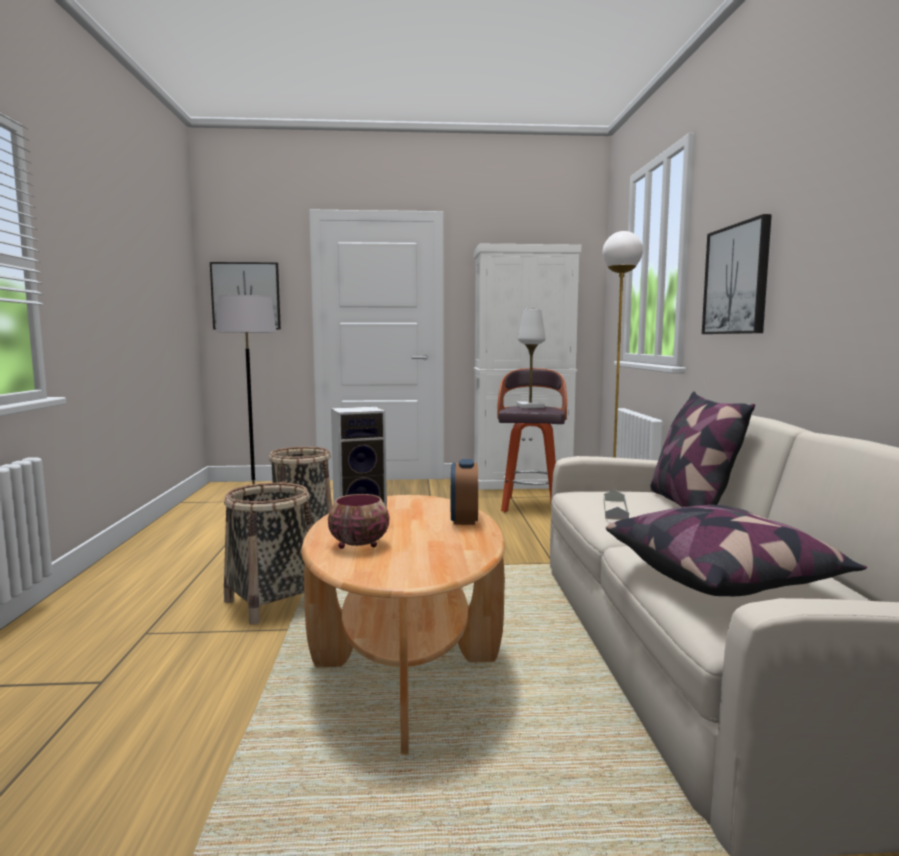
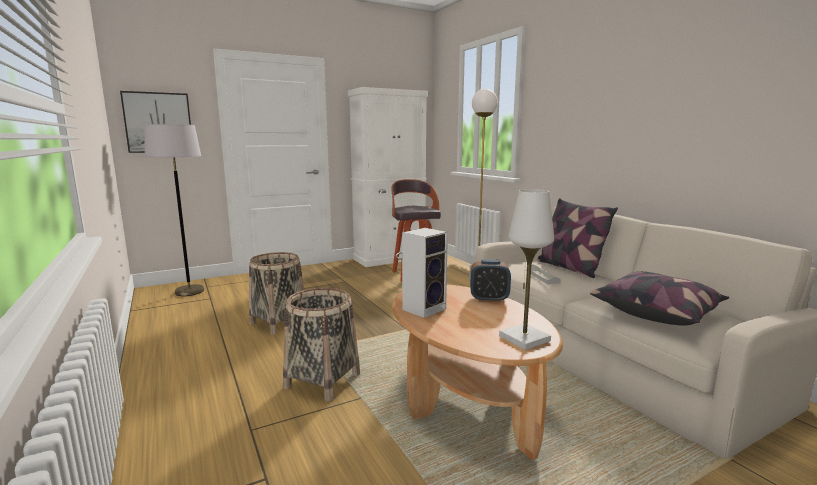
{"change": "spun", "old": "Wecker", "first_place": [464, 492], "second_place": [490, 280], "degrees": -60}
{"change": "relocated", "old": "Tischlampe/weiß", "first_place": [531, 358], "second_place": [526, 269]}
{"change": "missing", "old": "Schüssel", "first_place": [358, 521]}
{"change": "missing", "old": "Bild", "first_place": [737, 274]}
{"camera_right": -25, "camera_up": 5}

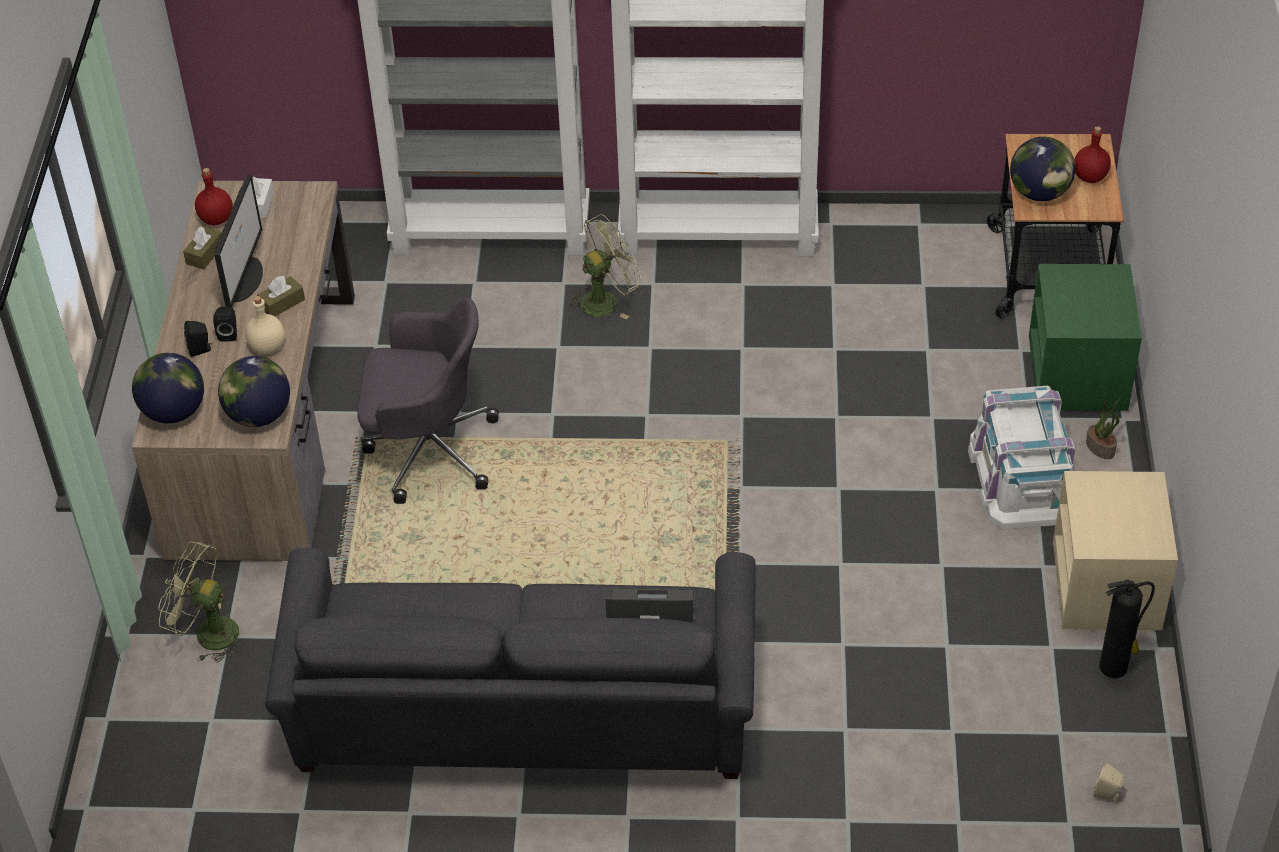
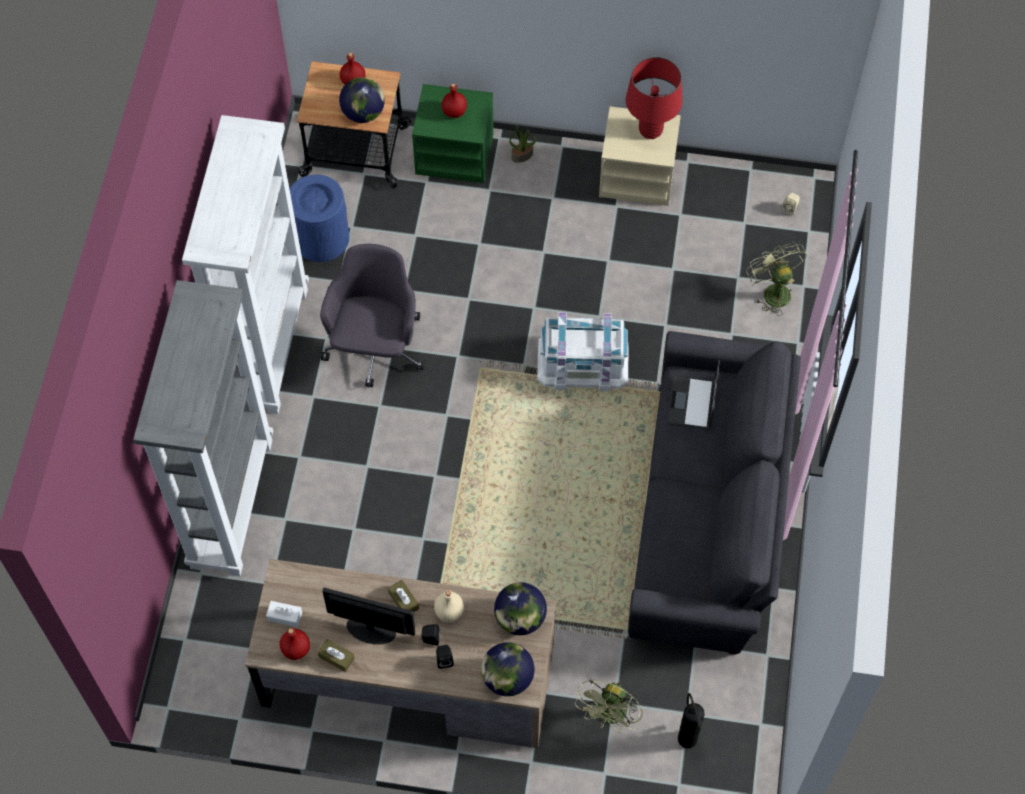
{"change": "appeared", "new": "Mülleimer/blau", "second_place": [319, 218]}
{"change": "relocated", "old": "Bürostuhl/grau", "first_place": [428, 400], "second_place": [372, 315]}
{"change": "appeared", "new": "Flasche/rot", "second_place": [454, 100]}
{"change": "relocated", "old": "Aufbewahrungsbox/weiß", "first_place": [1022, 458], "second_place": [582, 351]}
{"change": "appeared", "new": "Tischlampe/rot", "second_place": [654, 98]}
{"change": "relocated", "old": "Feuerlöscher", "first_place": [1127, 628], "second_place": [691, 720]}
{"change": "relocated", "old": "Ventilator/grün", "first_place": [605, 266], "second_place": [776, 279]}
{"camera_right": -85, "camera_up": 15}

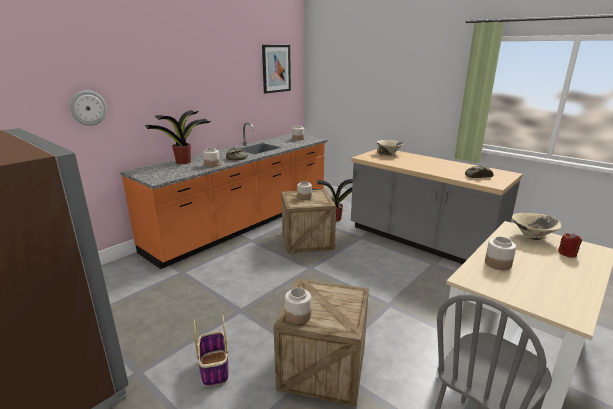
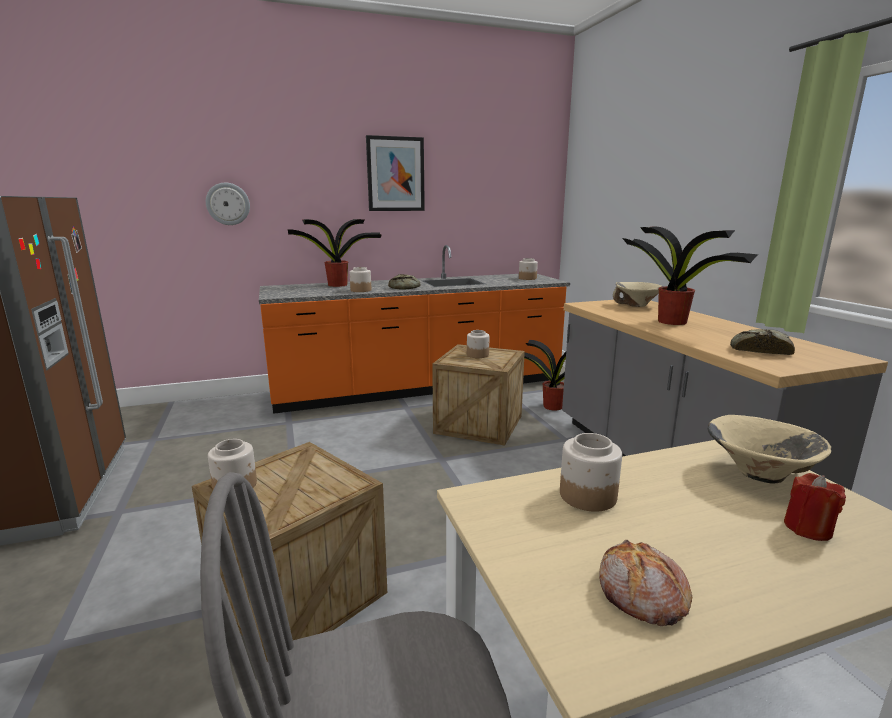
{"change": "relocated", "old": "Bild", "first_place": [276, 69], "second_place": [395, 173]}
{"change": "appeared", "new": "Brot", "second_place": [645, 583]}
{"change": "appeared", "new": "Topfpflanze", "second_place": [690, 275]}
{"change": "missing", "old": "Korb", "first_place": [211, 351]}
{"camera_right": 30, "camera_up": -5}

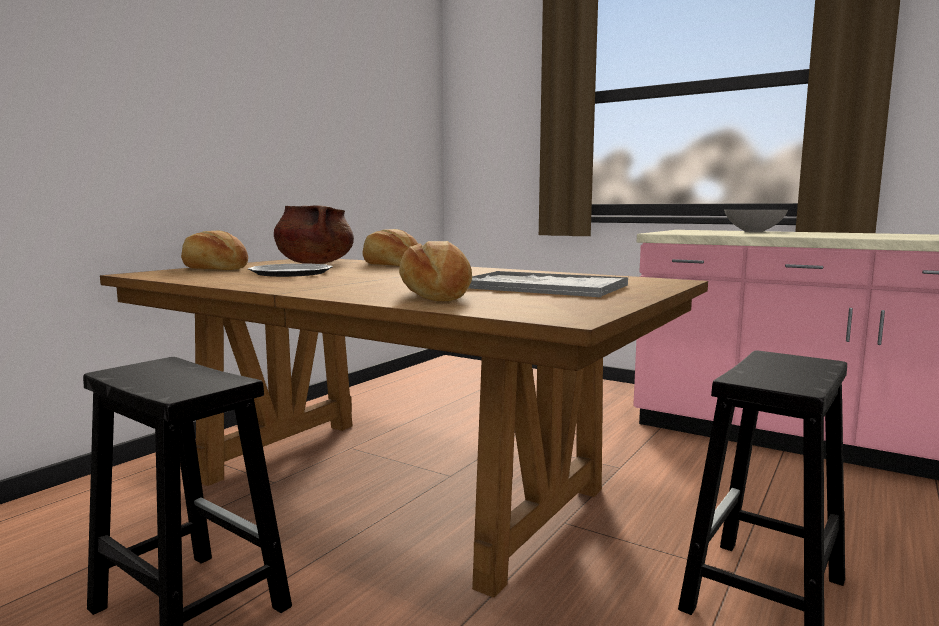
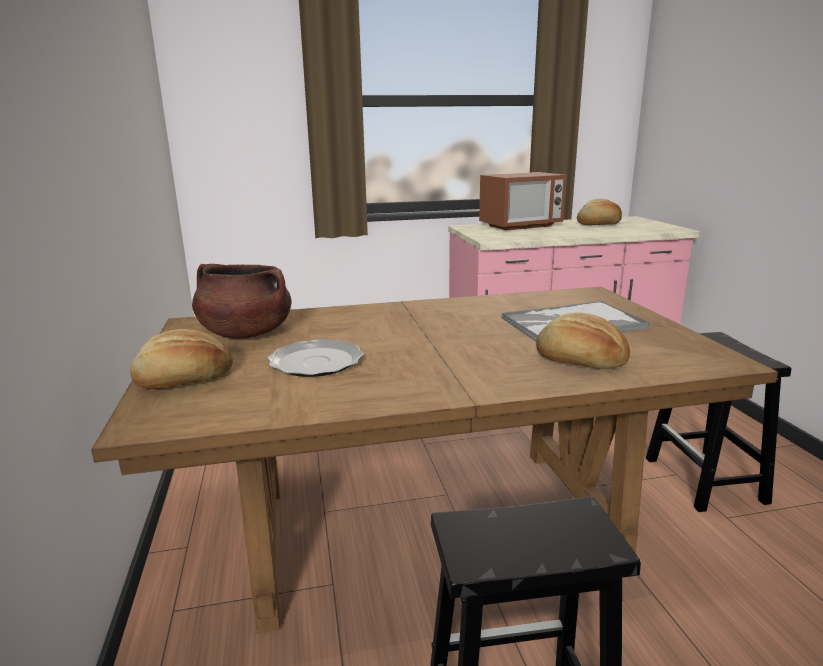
{"change": "exchanged", "old": "Schüssel/grau", "new": "Mikrowelle", "first_place": [756, 221], "second_place": [523, 201]}
{"change": "relocated", "old": "Brot", "first_place": [390, 247], "second_place": [599, 212]}
{"camera_right": -45, "camera_up": 10}

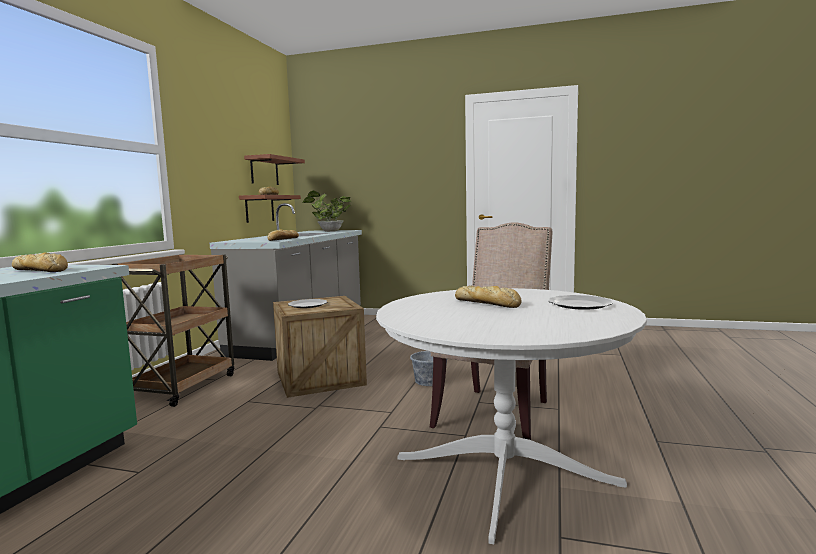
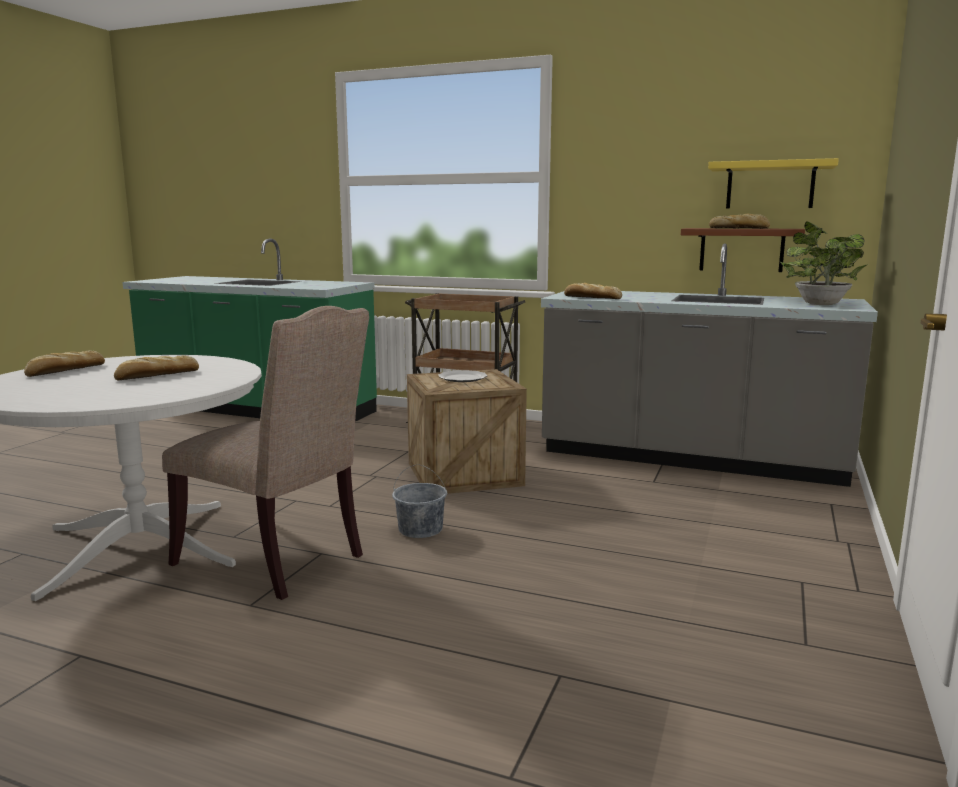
{"change": "relocated", "old": "Brot", "first_place": [40, 262], "second_place": [64, 363]}
{"change": "colour", "old": "Wandregal/braun", "new": "Wandregal/gelb", "first_place": [274, 169], "second_place": [773, 183]}
{"change": "missing", "old": "Teller", "first_place": [581, 302]}
{"camera_right": 95, "camera_up": 5}

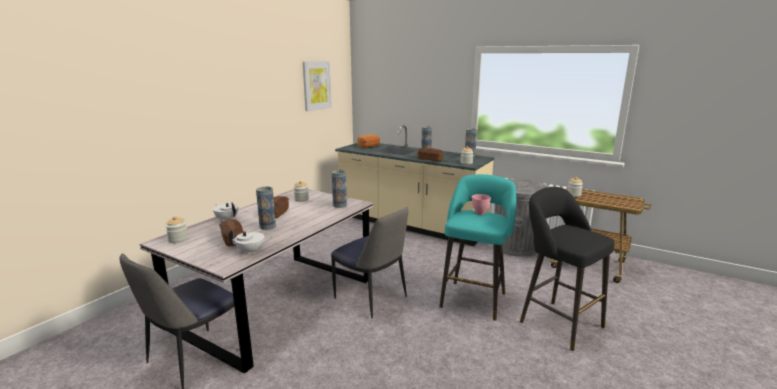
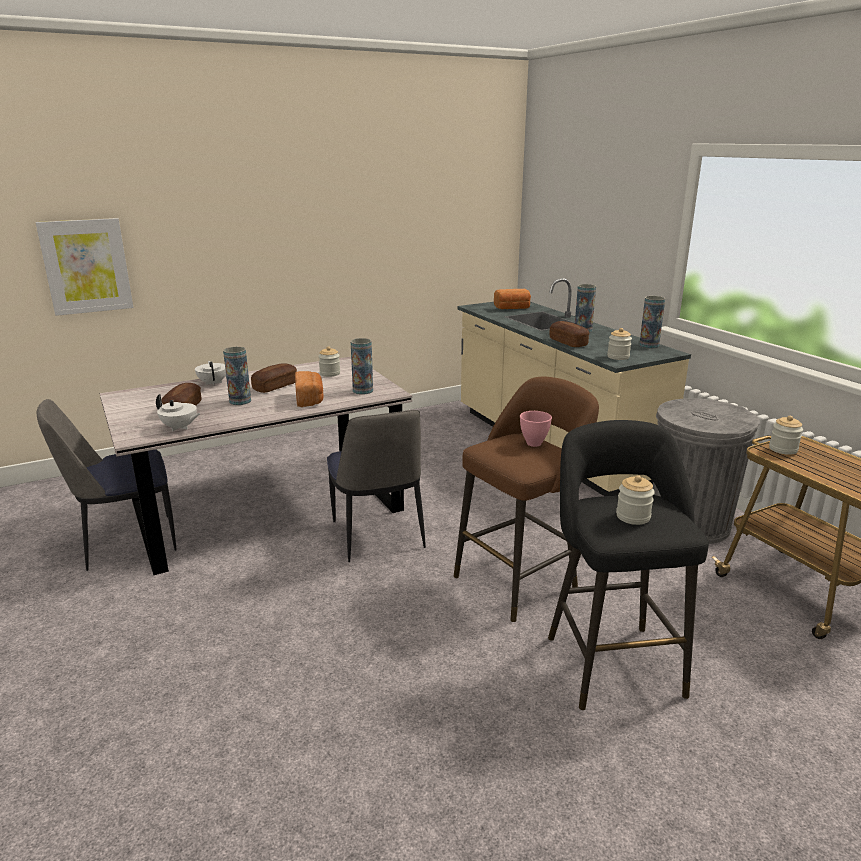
{"change": "relocated", "old": "Bild", "first_place": [317, 86], "second_place": [85, 267]}
{"change": "appeared", "new": "Brot", "second_place": [309, 389]}
{"change": "colour", "old": "Hocker/türkis", "new": "Hocker/braun", "first_place": [477, 247], "second_place": [526, 499]}
{"change": "relocated", "old": "Vorratsglas", "first_place": [177, 229], "second_place": [635, 500]}
{"camera_right": 30, "camera_up": 5}

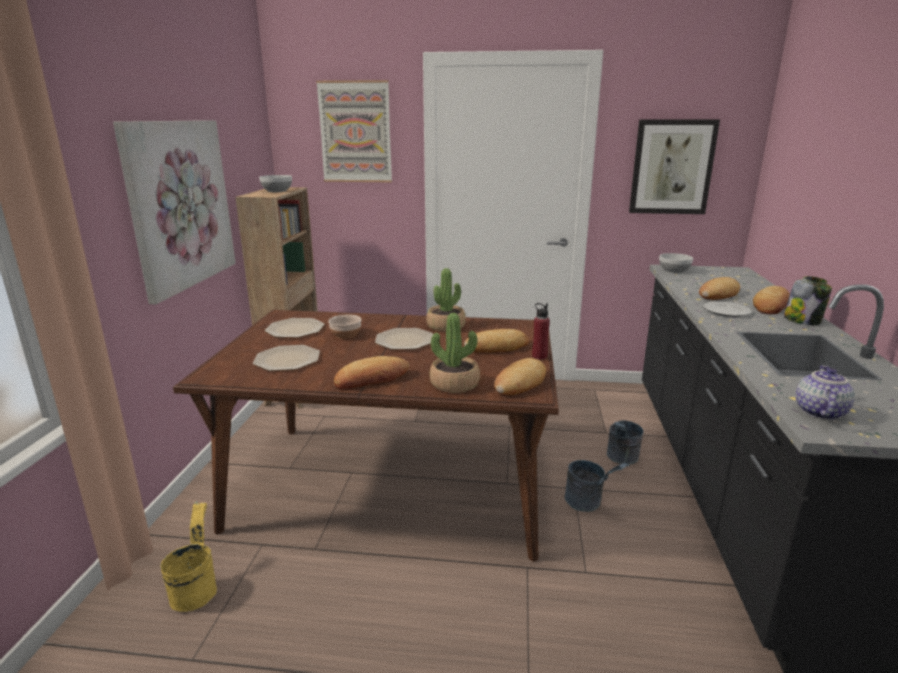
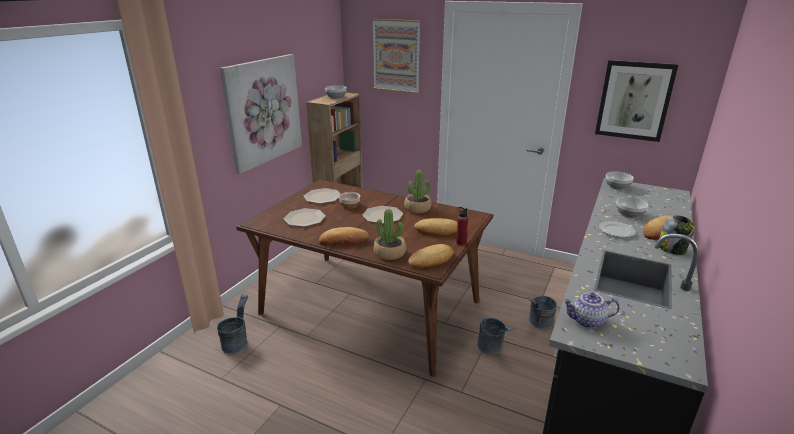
{"change": "colour", "old": "Eimer/gelb", "new": "Eimer/grau", "first_place": [188, 556], "second_place": [232, 323]}
{"change": "spun", "old": "Teekanne", "first_place": [825, 392], "second_place": [591, 310], "degrees": -135}
{"change": "exchanged", "old": "Brot", "new": "Schüssel", "first_place": [719, 288], "second_place": [632, 207]}
{"camera_right": 20, "camera_up": 5}

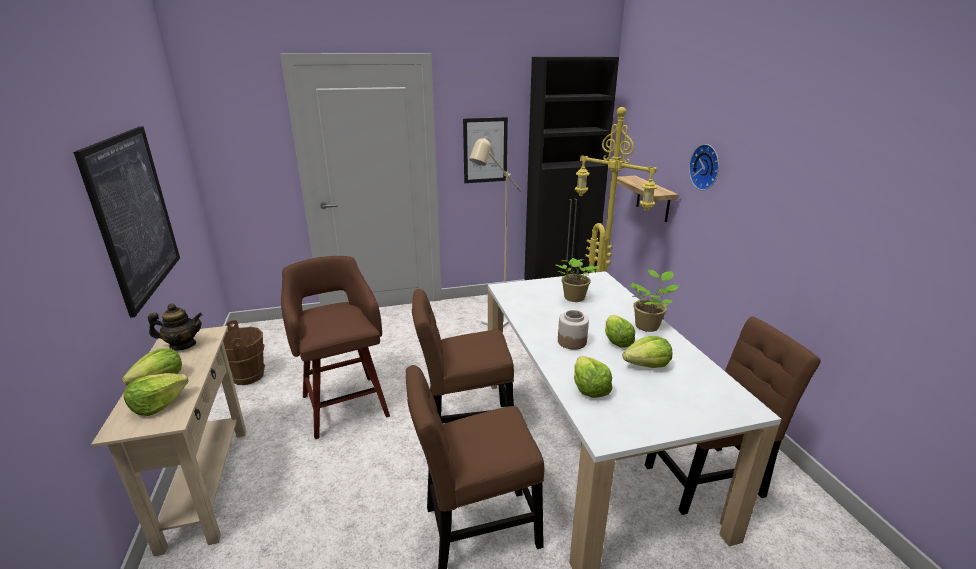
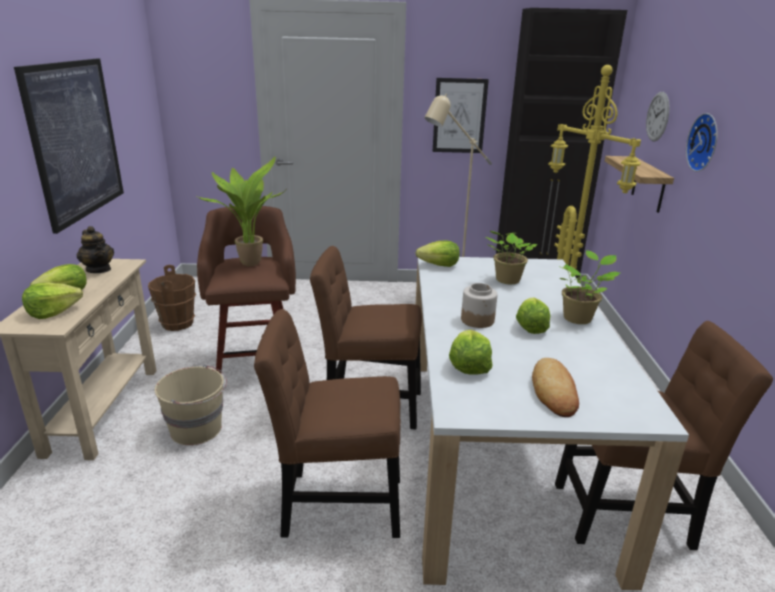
{"change": "spun", "old": "Teekanne", "first_place": [175, 327], "second_place": [95, 249], "degrees": 45}
{"change": "appeared", "new": "Eimer/beige", "second_place": [191, 405]}
{"change": "appeared", "new": "Topfpflanze", "second_place": [240, 211]}
{"change": "relocated", "old": "Salatkopf", "first_place": [647, 352], "second_place": [438, 254]}
{"change": "appeared", "new": "Brot", "second_place": [555, 387]}
{"change": "appeared", "new": "Wanduhr", "second_place": [658, 116]}
{"camera_right": 15, "camera_up": 0}

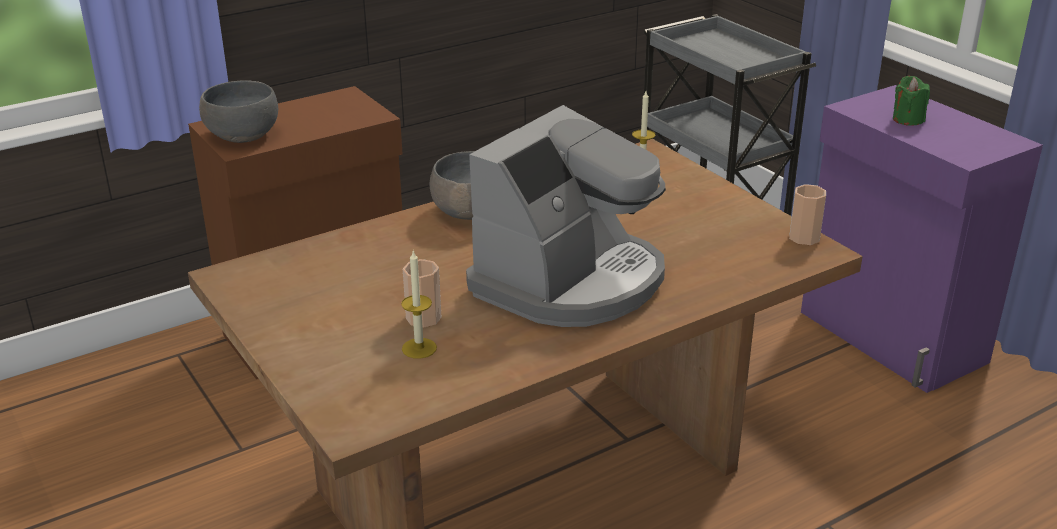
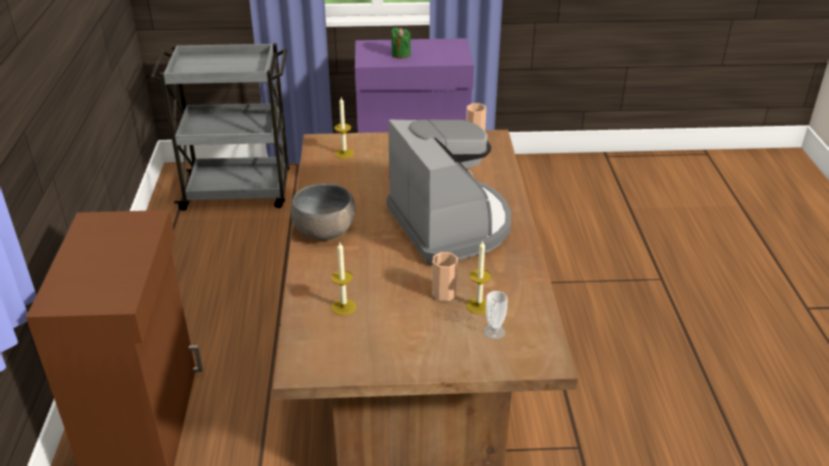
{"change": "appeared", "new": "Kerze", "second_place": [344, 279]}
{"change": "appeared", "new": "Tasse", "second_place": [495, 315]}
{"change": "missing", "old": "Schüssel/grau", "first_place": [238, 111]}
{"camera_right": -60, "camera_up": 5}

